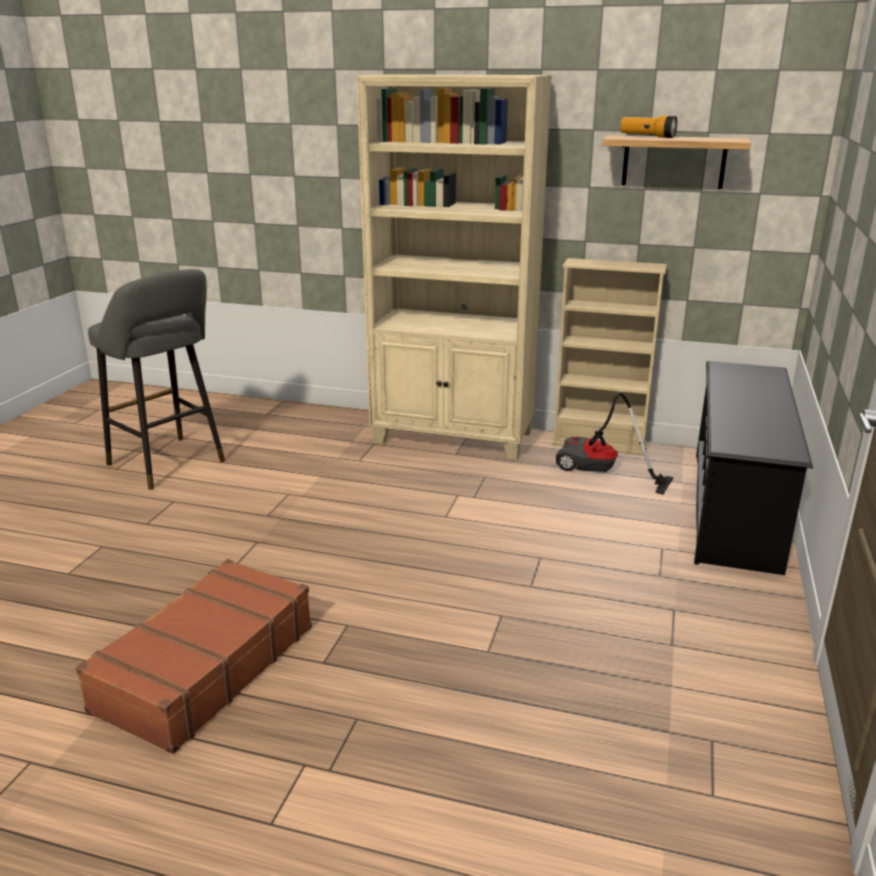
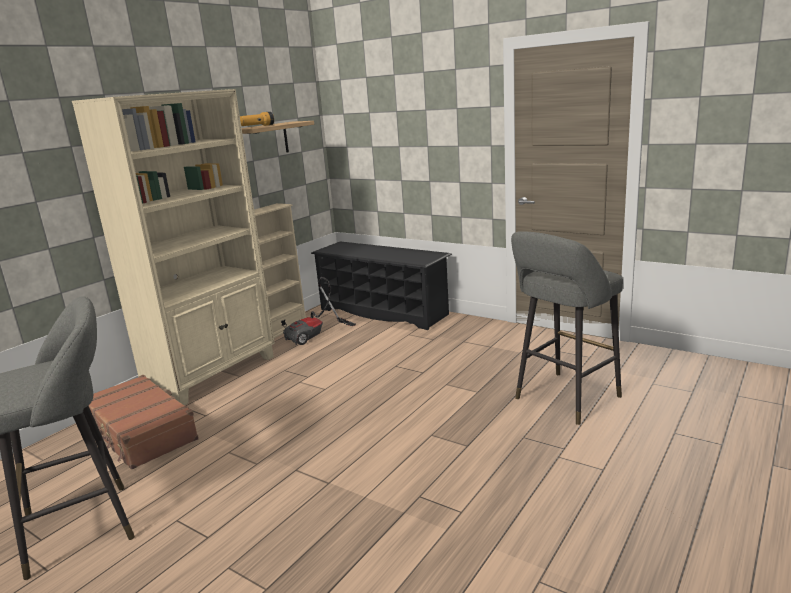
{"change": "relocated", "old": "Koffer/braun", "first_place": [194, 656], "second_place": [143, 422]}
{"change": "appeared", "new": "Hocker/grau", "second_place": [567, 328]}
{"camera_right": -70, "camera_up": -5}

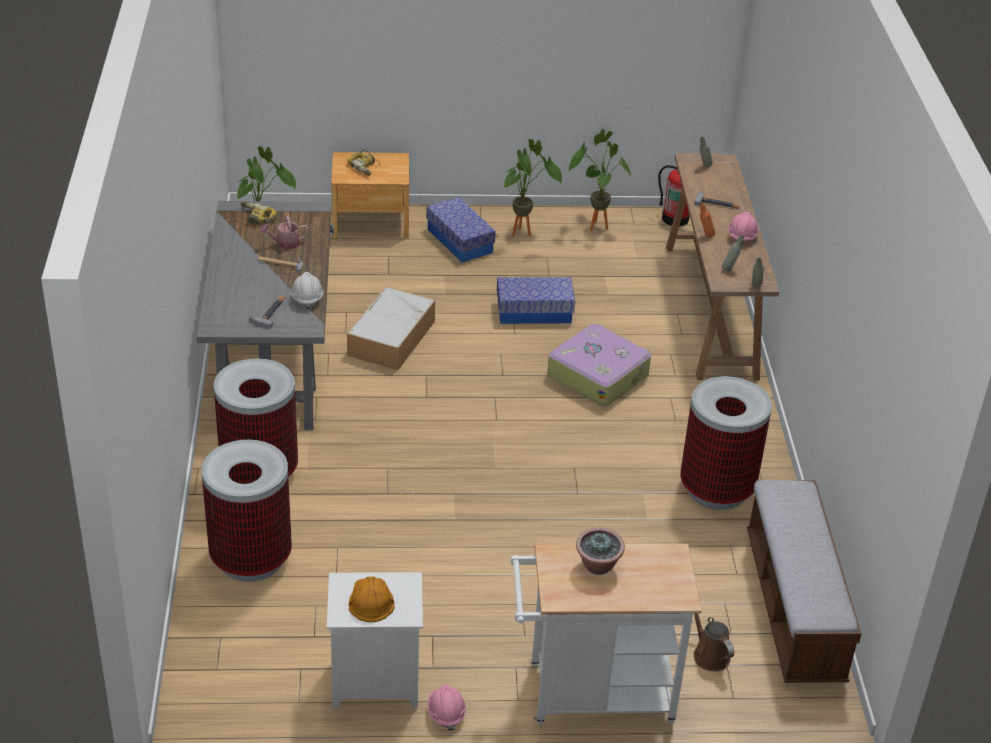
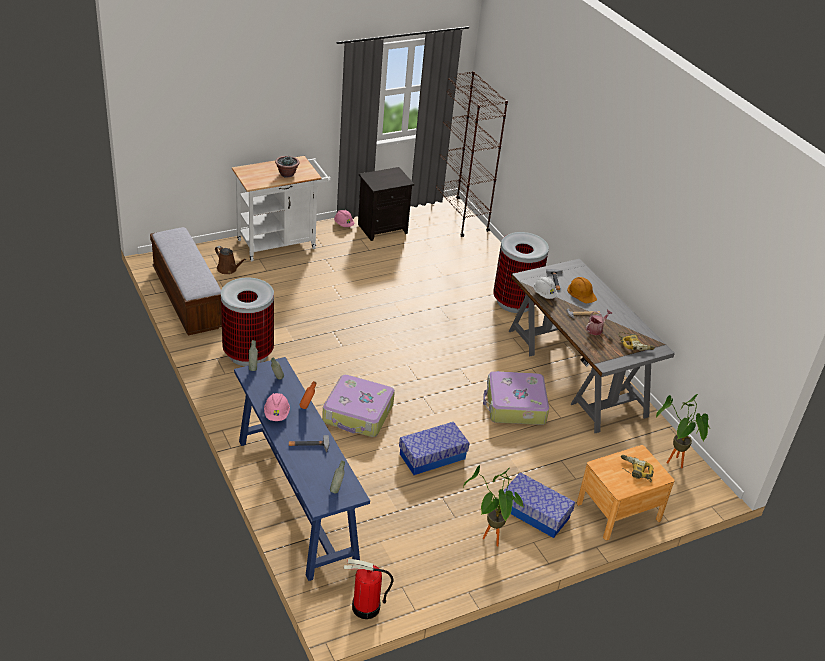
{"change": "colour", "old": "Konsolentisch/braun", "new": "Konsolentisch/blau", "first_place": [722, 267], "second_place": [302, 469]}
{"change": "colour", "old": "Nachttisch/weiß", "new": "Nachttisch/schwarz", "first_place": [375, 640], "second_place": [386, 204]}
{"change": "appeared", "new": "Bücherregal/braun", "second_place": [471, 154]}
{"change": "exchanged", "old": "Aufbewahrungsbox", "new": "Koffer", "first_place": [391, 328], "second_place": [516, 398]}
{"change": "relocated", "old": "Schutzhelm/orange", "first_place": [372, 599], "second_place": [582, 290]}
{"change": "missing", "old": "Mülleimer", "first_place": [247, 511]}
{"change": "missing", "old": "Topfpflanze", "first_place": [600, 180]}
{"camera_right": 155, "camera_up": 0}

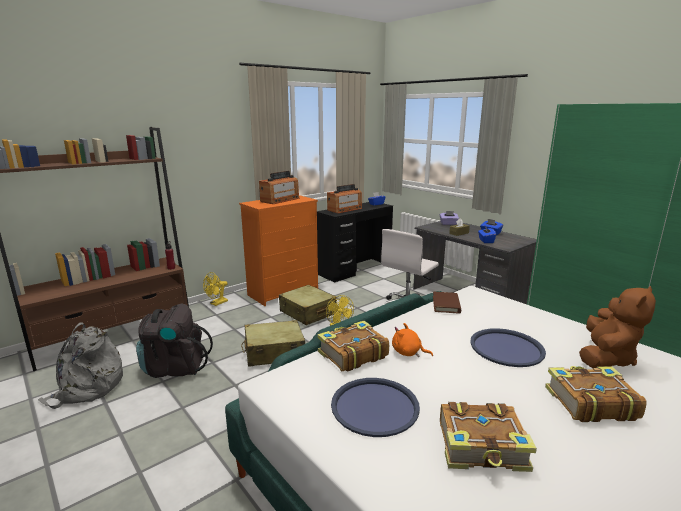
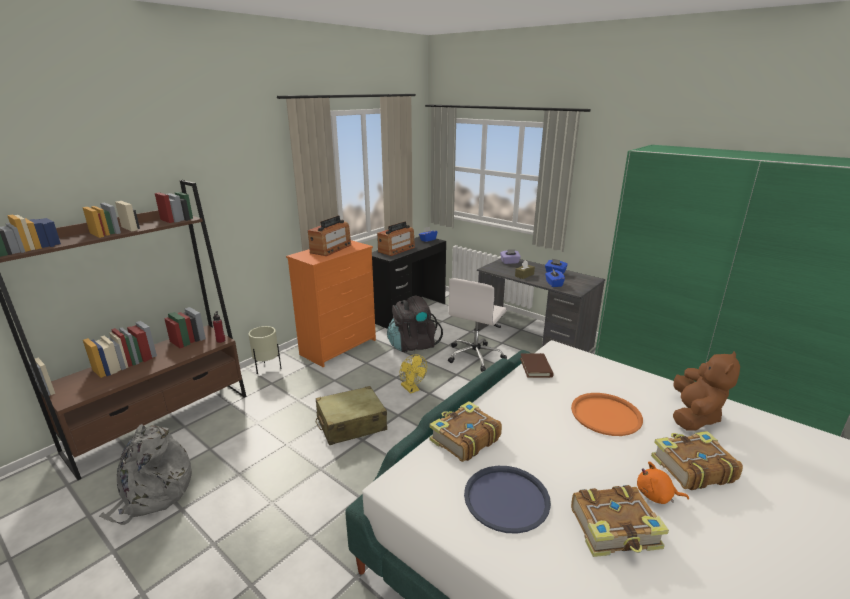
{"change": "exchanged", "old": "Ventilator/gelb", "new": "Pflanzkübel/beige", "first_place": [215, 289], "second_place": [265, 350]}
{"change": "relocated", "old": "Rucksack/schwarz", "first_place": [174, 340], "second_place": [415, 323]}
{"change": "colour", "old": "Tablett/blau", "new": "Tablett/orange", "first_place": [508, 347], "second_place": [607, 414]}
{"change": "relocated", "old": "Plüschtier/orange", "first_place": [412, 340], "second_place": [663, 482]}
{"change": "missing", "old": "Koffer/beige", "first_place": [308, 305]}
{"camera_right": -10, "camera_up": 5}

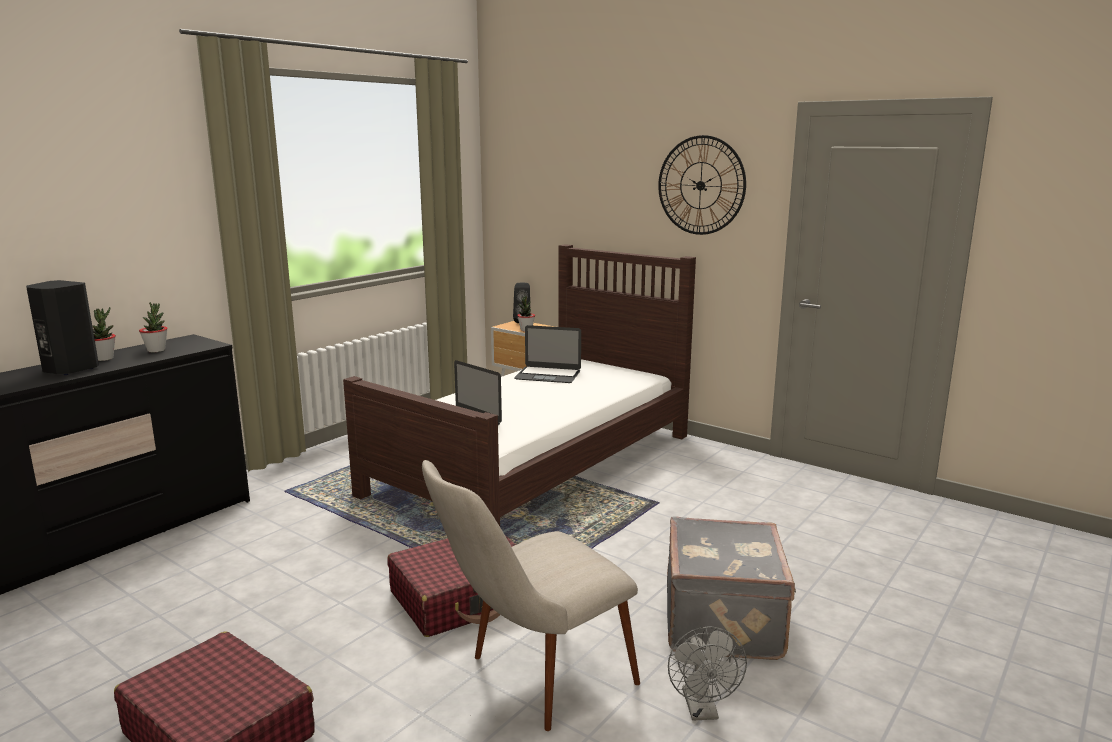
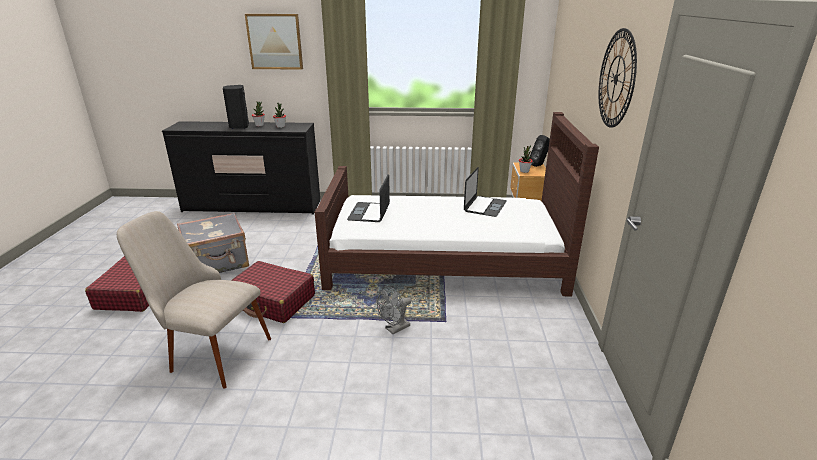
{"change": "relocated", "old": "Koffer/grau", "first_place": [731, 588], "second_place": [213, 243]}
{"change": "appeared", "new": "Bild", "second_place": [274, 42]}
{"change": "relocated", "old": "Ventilator/grau", "first_place": [707, 673], "second_place": [394, 310]}
{"change": "spun", "old": "Laptop", "first_place": [547, 354], "second_place": [485, 192], "degrees": -135}
{"camera_right": 55, "camera_up": 10}

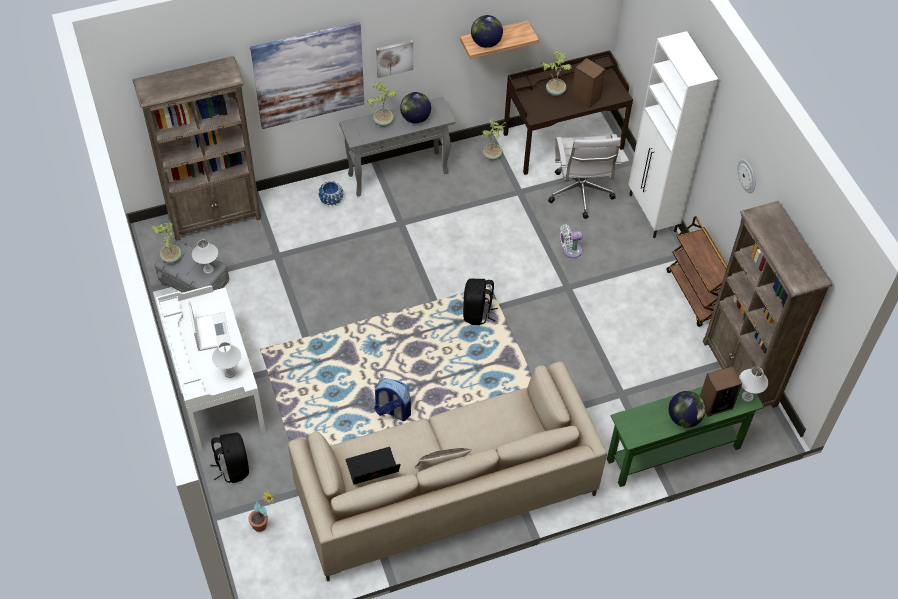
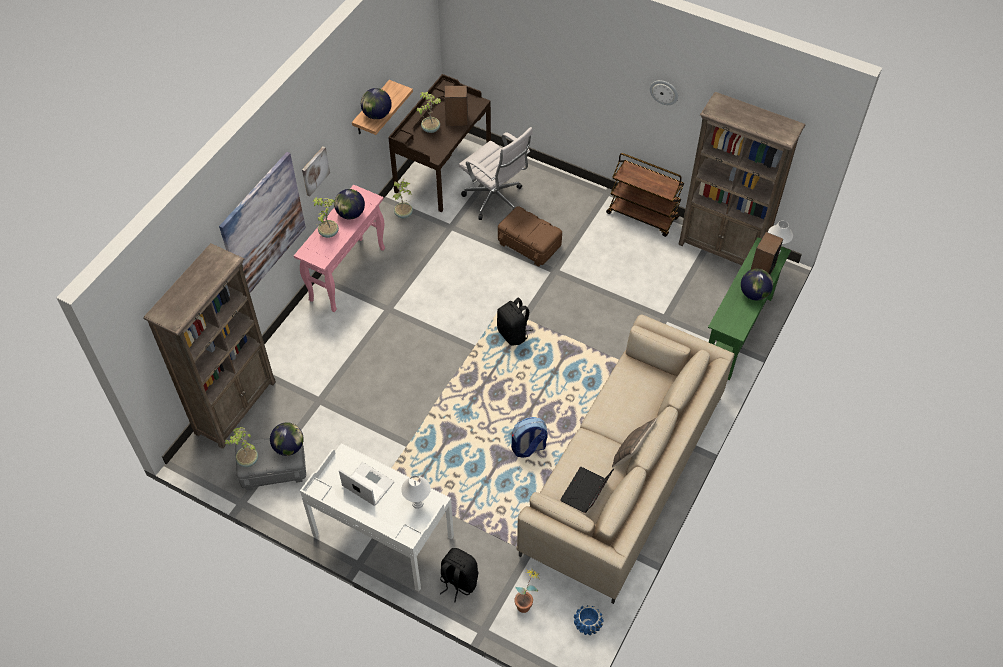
{"change": "exchanged", "old": "Tischlampe/weiß", "new": "Globus", "first_place": [205, 257], "second_place": [287, 439]}
{"change": "colour", "old": "Konsolentisch/grau", "new": "Konsolentisch/rosa", "first_place": [397, 146], "second_place": [339, 248]}
{"change": "exchanged", "old": "Ventilator/weiß", "new": "Aufbewahrungsbox/braun", "first_place": [571, 241], "second_place": [530, 236]}
{"change": "relocated", "old": "Pflanzkübel/blau", "first_place": [330, 193], "second_place": [588, 620]}
{"change": "missing", "old": "Schrank/weiß", "first_place": [673, 134]}
{"camera_right": -40, "camera_up": 0}

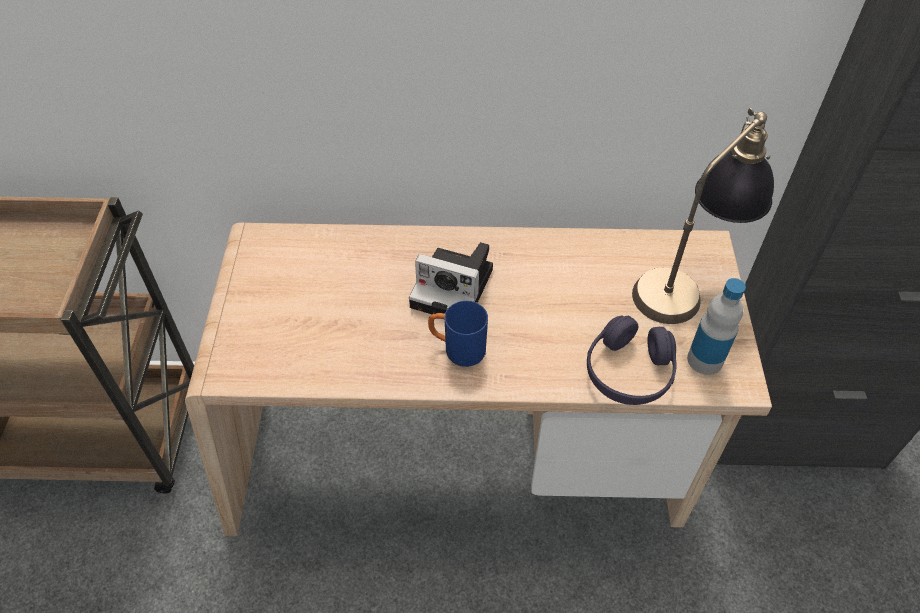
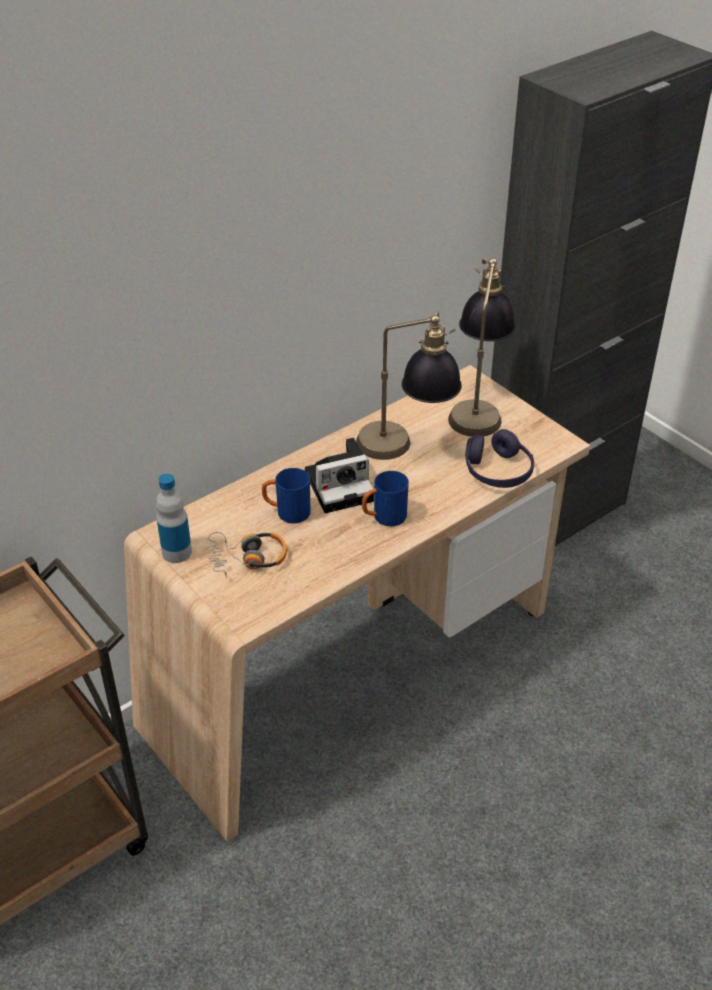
{"change": "relocated", "old": "Flasche", "first_place": [716, 326], "second_place": [174, 518]}
{"change": "appeared", "new": "Kopfhörer", "second_place": [246, 555]}
{"change": "appeared", "new": "Henkelbecher/blau", "second_place": [286, 495]}
{"change": "appeared", "new": "Tischlampe", "second_place": [409, 385]}
{"camera_right": -40, "camera_up": -10}

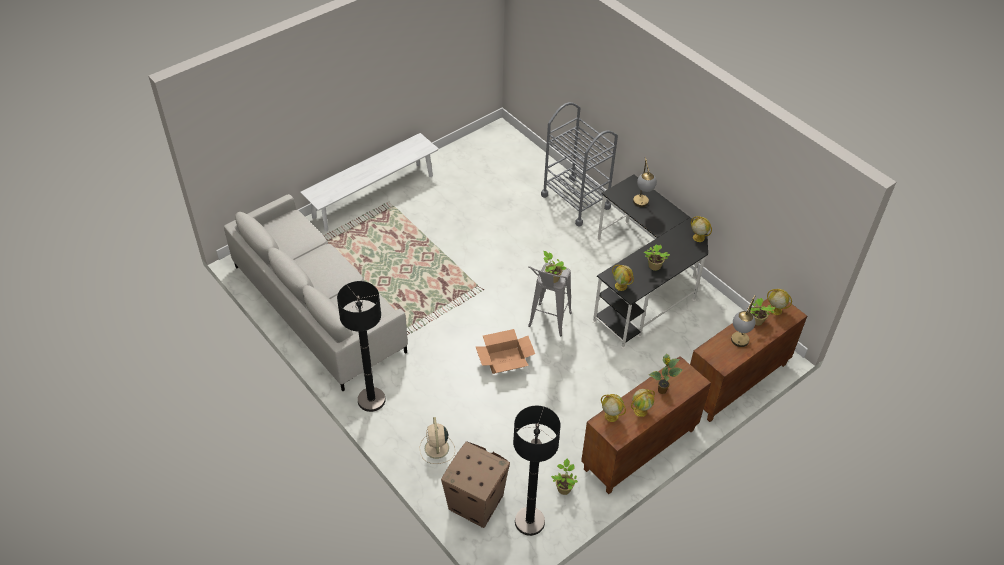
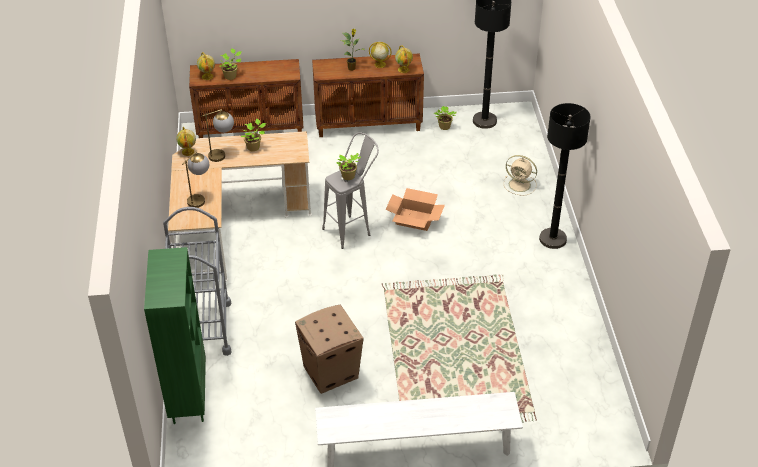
{"change": "appeared", "new": "Bücherregal/grün", "second_place": [175, 335]}
{"change": "colour", "old": "Schreibtisch/schwarz", "new": "Schreibtisch/beige", "first_place": [650, 261], "second_place": [240, 206]}
{"change": "relocated", "old": "Tischlampe", "first_place": [743, 321], "second_place": [217, 135]}
{"change": "relocated", "old": "Karton", "first_place": [475, 484], "second_place": [329, 349]}
{"change": "spun", "old": "Ventilator/beige", "first_place": [437, 440], "second_place": [520, 175], "degrees": 90}
{"change": "missing", "old": "Sofa/grau", "first_place": [316, 292]}
{"change": "missing", "old": "Globus", "first_place": [623, 278]}
{"camera_right": -145, "camera_up": -5}

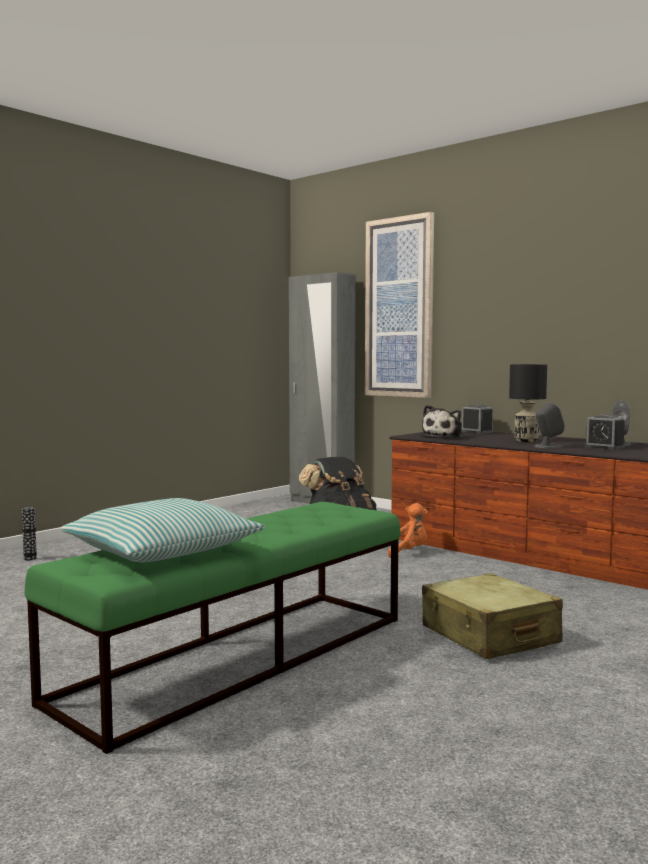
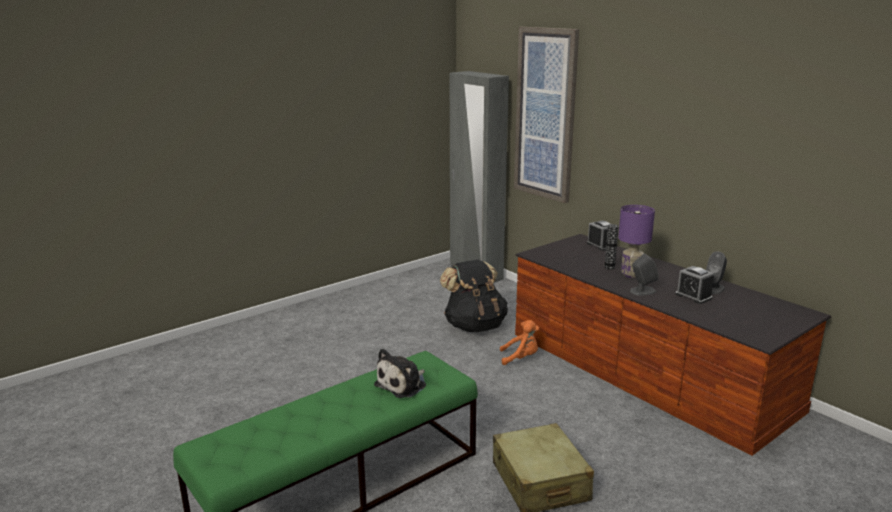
{"change": "relocated", "old": "Plüschtier", "first_place": [442, 421], "second_place": [400, 373]}
{"change": "relocated", "old": "Vase", "first_place": [29, 534], "second_place": [611, 247]}
{"change": "colour", "old": "Tischlampe/schwarz", "new": "Tischlampe/lila", "first_place": [528, 403], "second_place": [636, 241]}
{"change": "missing", "old": "Kissen", "first_place": [162, 530]}
{"camera_right": 10, "camera_up": 15}

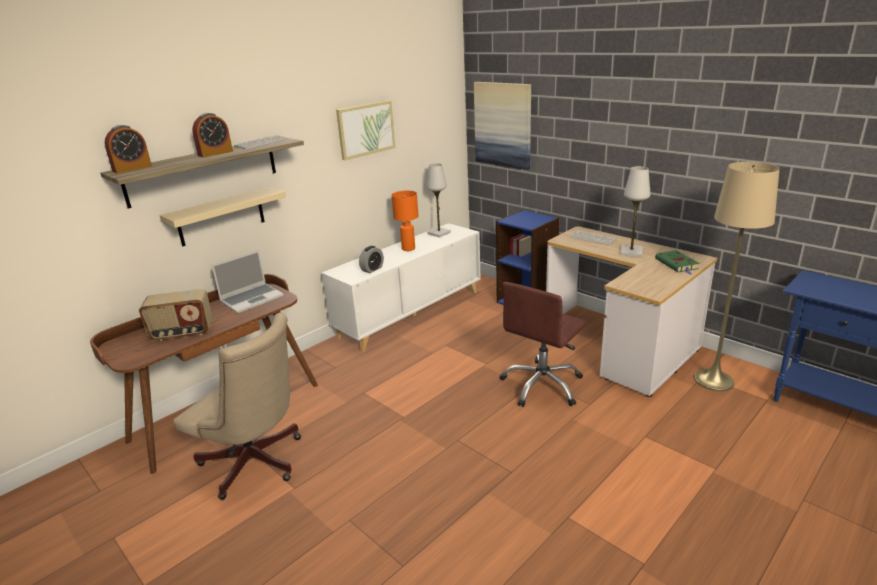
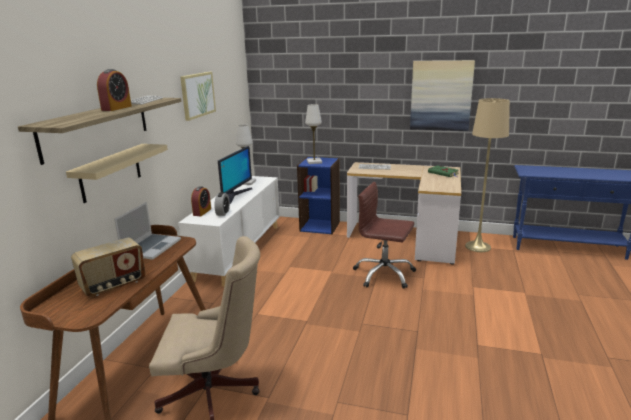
{"change": "relocated", "old": "Wecker", "first_place": [128, 149], "second_place": [201, 201]}
{"change": "exchanged", "old": "Tischlampe/orange", "new": "Monitor", "first_place": [405, 221], "second_place": [235, 175]}
{"change": "relocated", "old": "Tischlampe/weiß", "first_place": [635, 211], "second_place": [313, 134]}
{"change": "spun", "old": "Bürostuhl/braun", "first_place": [543, 344], "second_place": [384, 235], "degrees": 105}
{"change": "relocated", "old": "Bild", "first_place": [502, 126], "second_place": [442, 95]}
{"camera_right": -30, "camera_up": -5}

